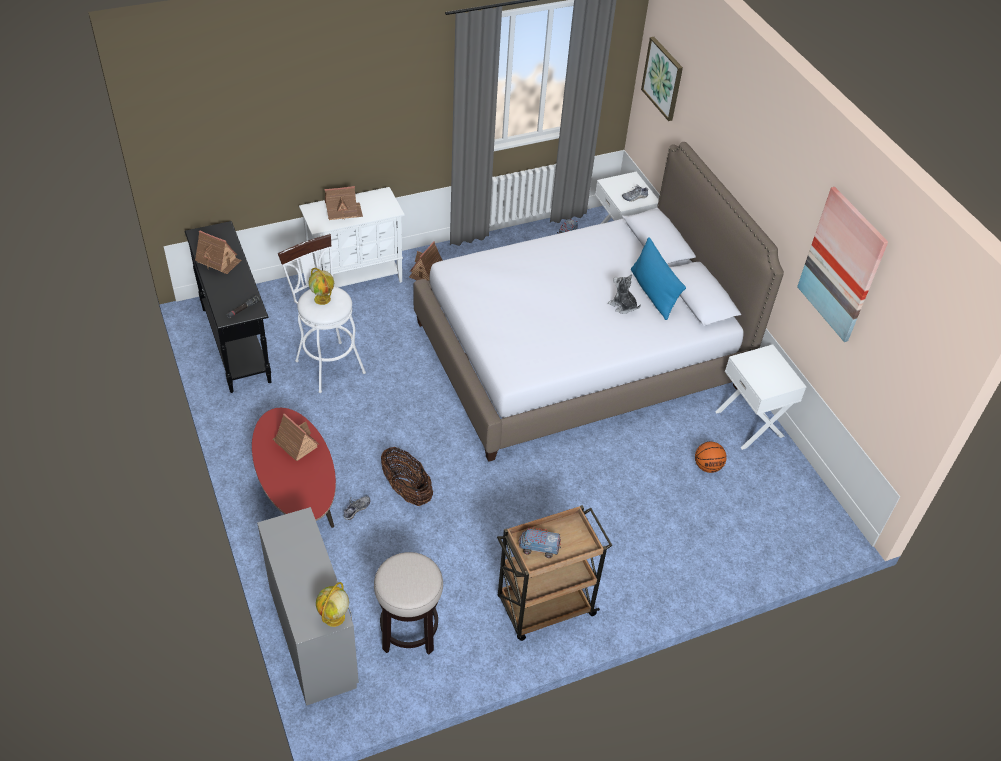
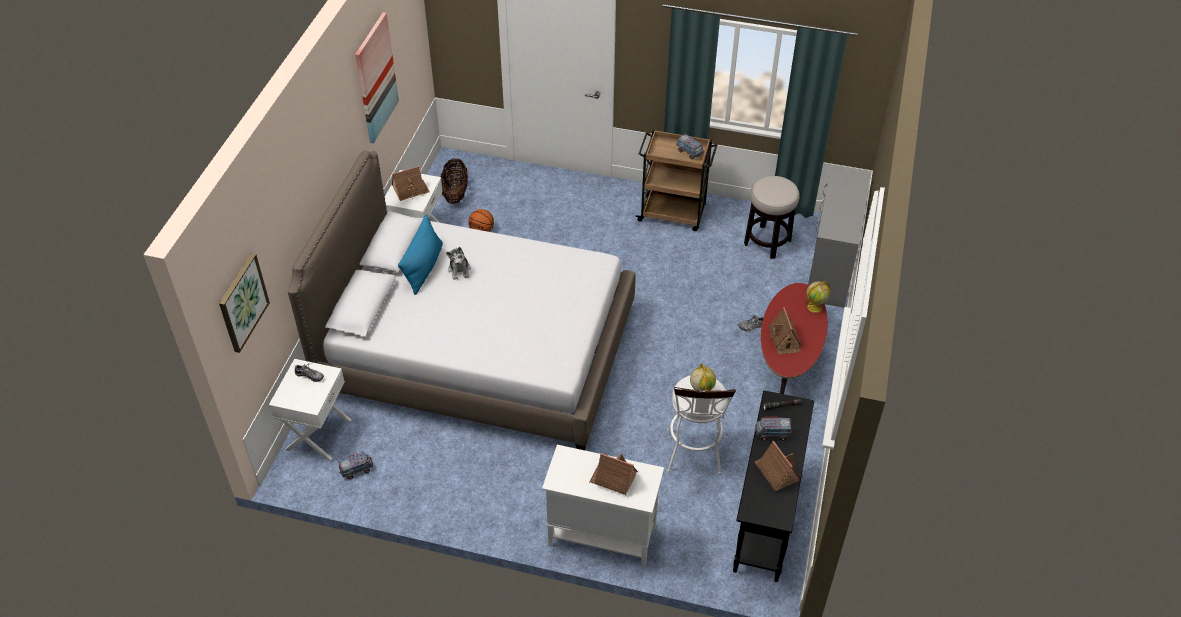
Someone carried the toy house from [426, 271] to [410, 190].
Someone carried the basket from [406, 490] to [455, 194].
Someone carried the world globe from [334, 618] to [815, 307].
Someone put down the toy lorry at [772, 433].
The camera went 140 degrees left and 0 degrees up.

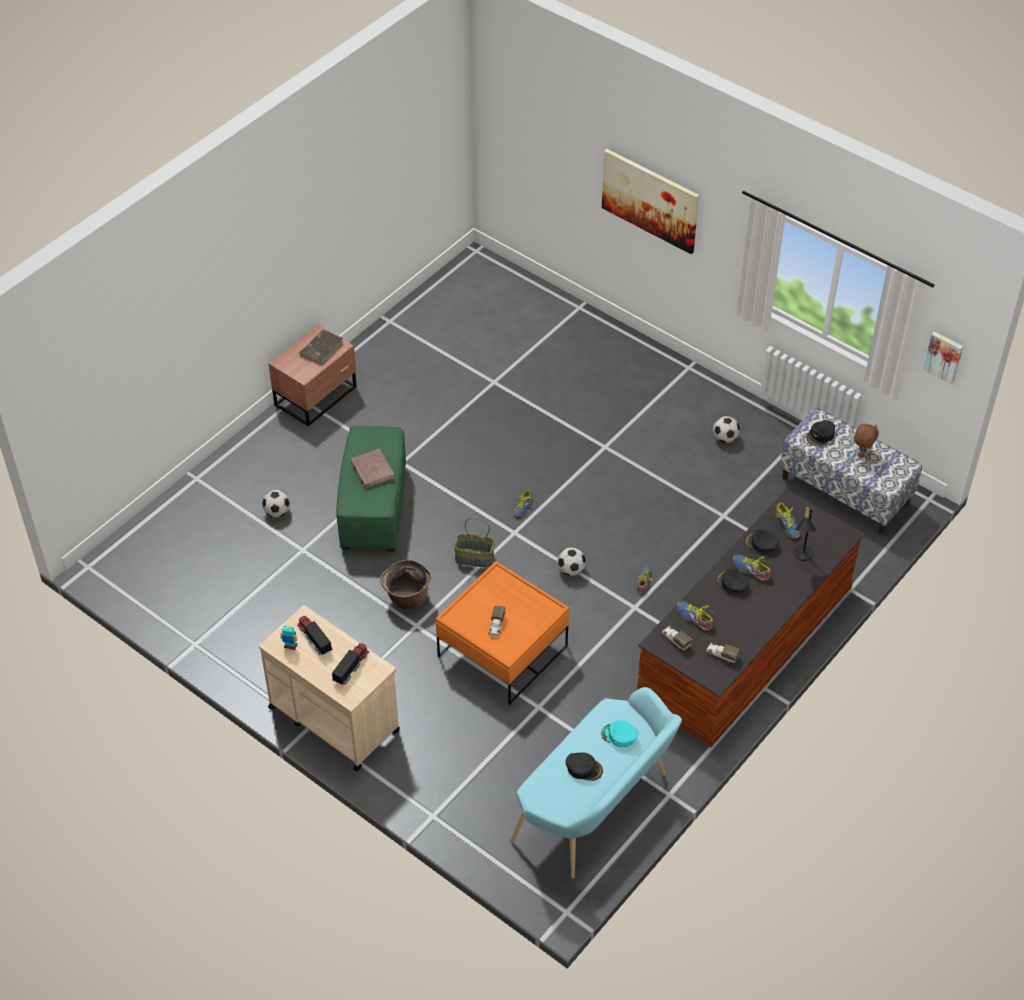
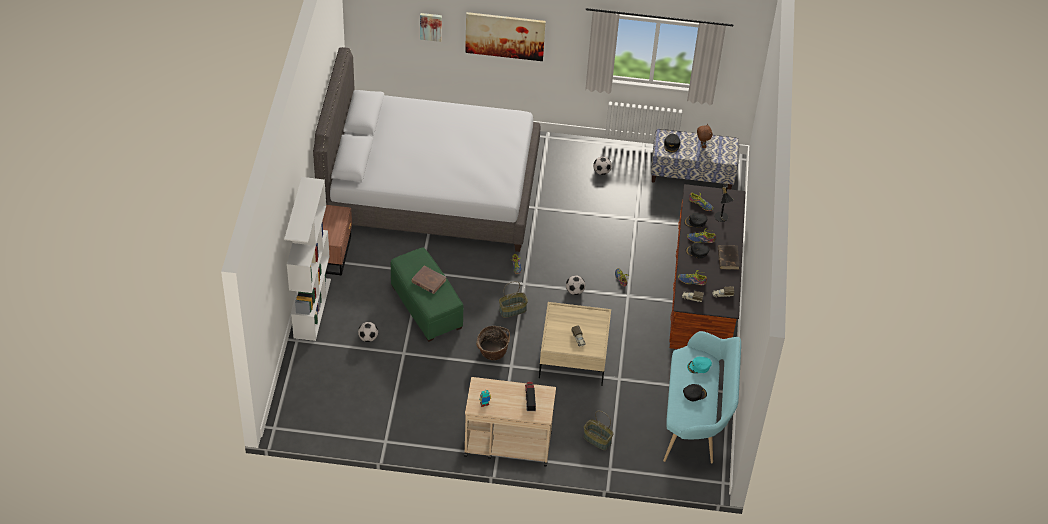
Someone carried the brownish bound book from [321, 348] to [728, 258].
Someone carried the wall picture from [944, 356] to [431, 26].
Someone repainted the orange low table at [502, 651], which became the beige-coloured low table at [573, 357].
Someone took away the toy lorry at [314, 638].
Someone put down the gray bedroom bed at [430, 189].
Someone put down the white bookshelf at [312, 308].
Someone put down the basket at [597, 439].
The camera went 35 degrees left and 0 degrees up.

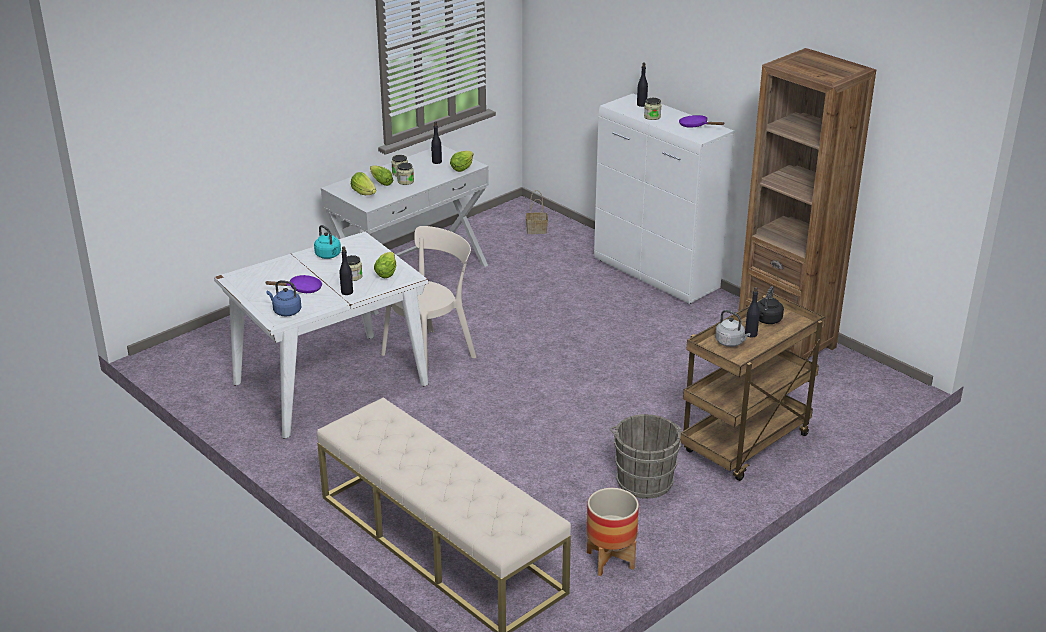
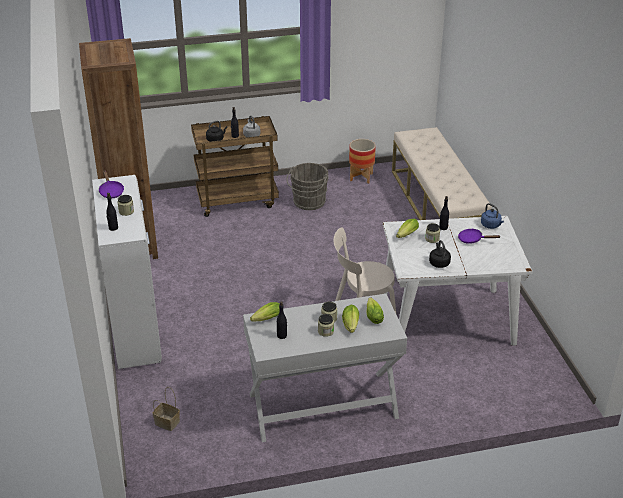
Someone repainted the blue-green tea kettle at [329, 255], which became the black-coloured tea kettle at [439, 263].
The camera went 150 degrees left and 5 degrees up.

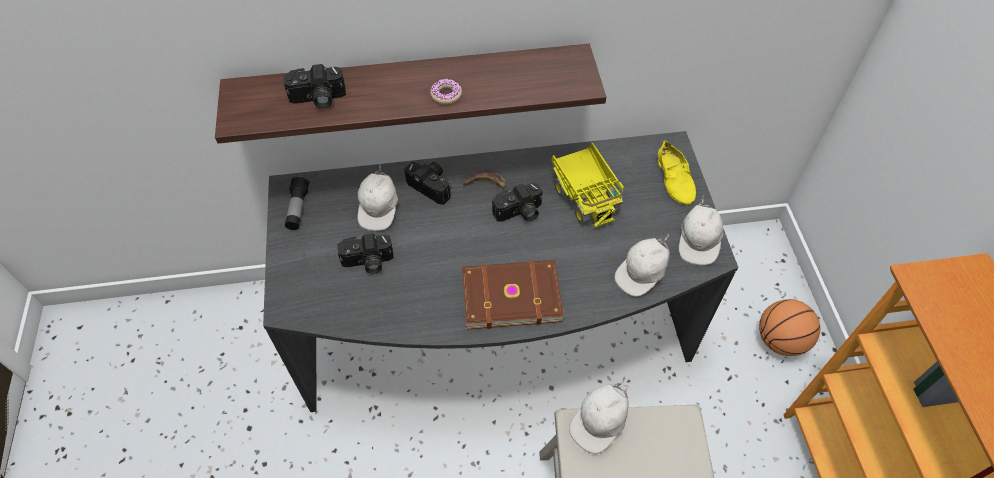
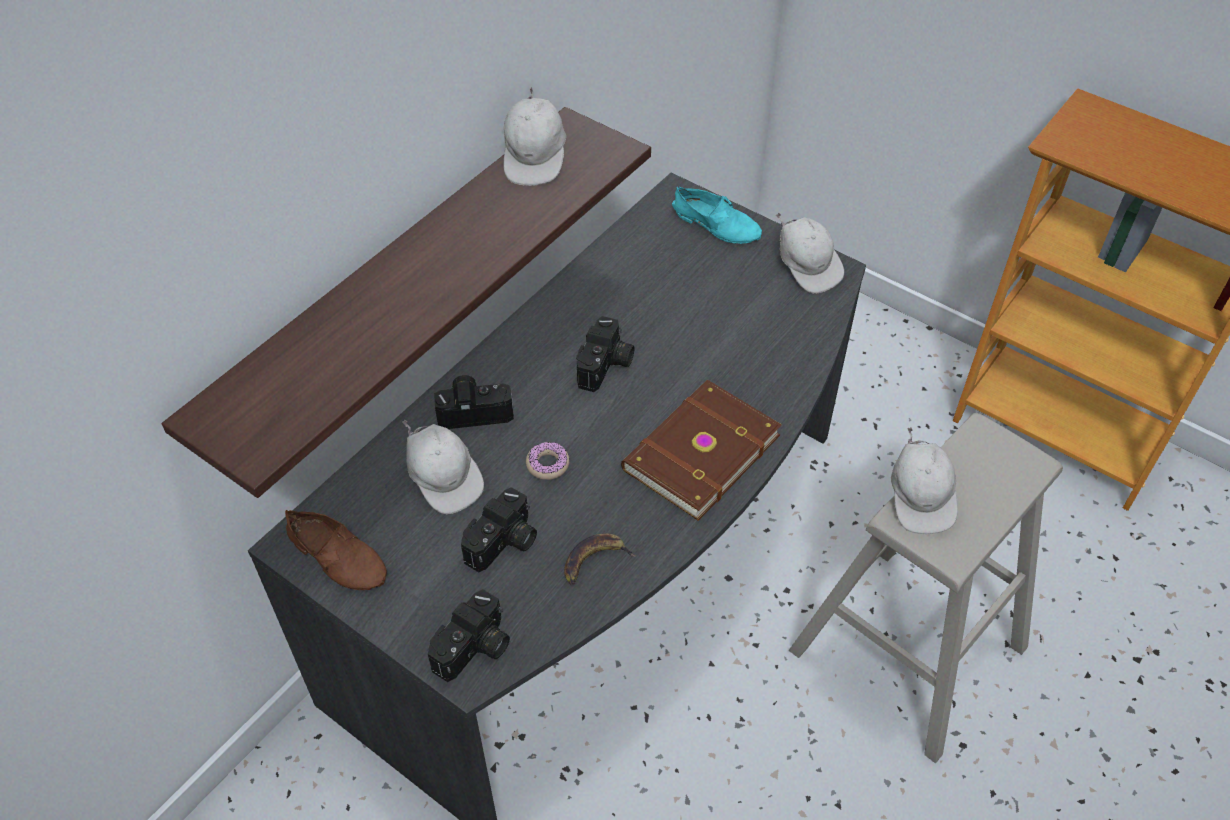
Someone carried the photo camera from [317, 99] to [475, 650].
Someone carried the donut from [446, 95] to [547, 464].
Someone repainted the yellow shoe at [675, 179], which became the blue-green shoe at [717, 224].
Someone took away the toy lorry at [585, 197].
Someone carried the banana fruit from [485, 184] to [594, 561].
Someone swapped the hand torch at [298, 208] for the brownish shoe at [339, 556].
Someone carried the white baseball cap from [642, 274] to [535, 158].
Someone took away the basketball at [780, 340].
The camera went 45 degrees left and 5 degrees down.

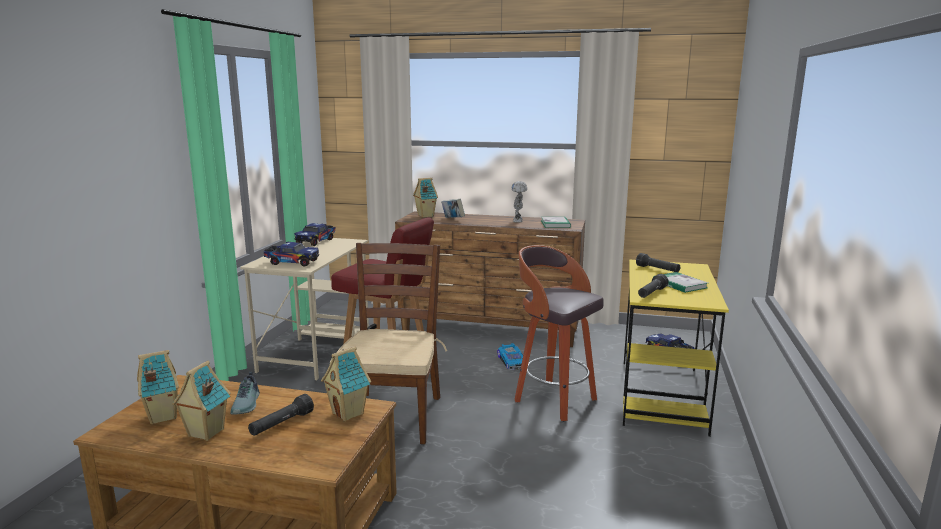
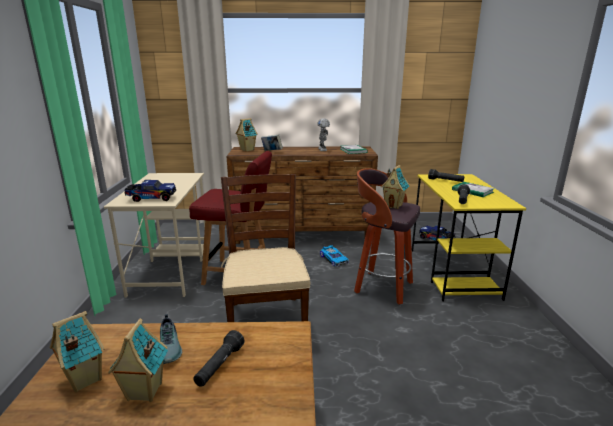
Someone took away the toy lorry at [316, 241].
Someone carried the toy house from [349, 413] to [394, 205].
The camera went 15 degrees left and 5 degrees up.

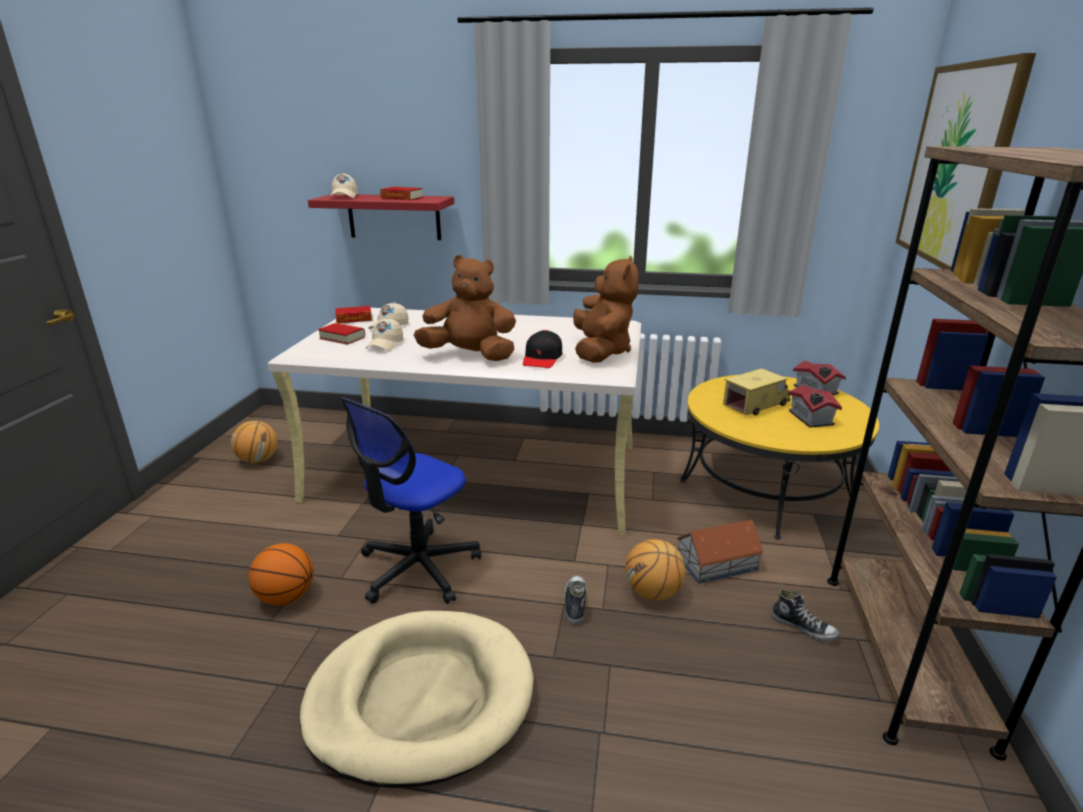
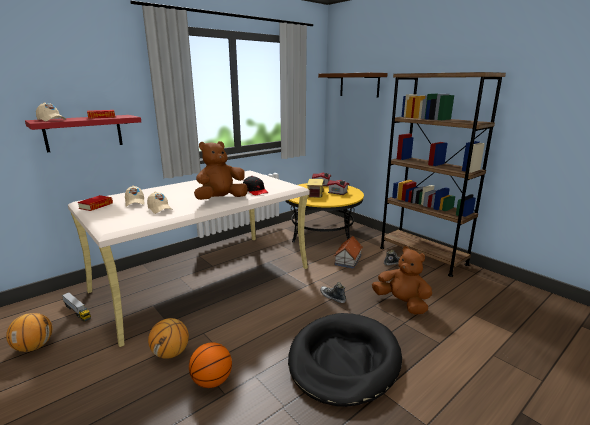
Someone swapped the wall picture at [957, 166] for the brownish wall shelf at [359, 85].
Someone carried the brownish soft toy from [601, 351] to [402, 303].
Someone took away the bound book at [342, 338].
Someone took away the desk chair at [418, 568].
Someone carried the basketball from [653, 593] to [171, 353].
Someone repainted the beige-coloured pet bed at [421, 698], which became the black-coloured pet bed at [344, 360].
Someone put down the toy lorry at [77, 311].
The camera went 50 degrees left and 5 degrees down.

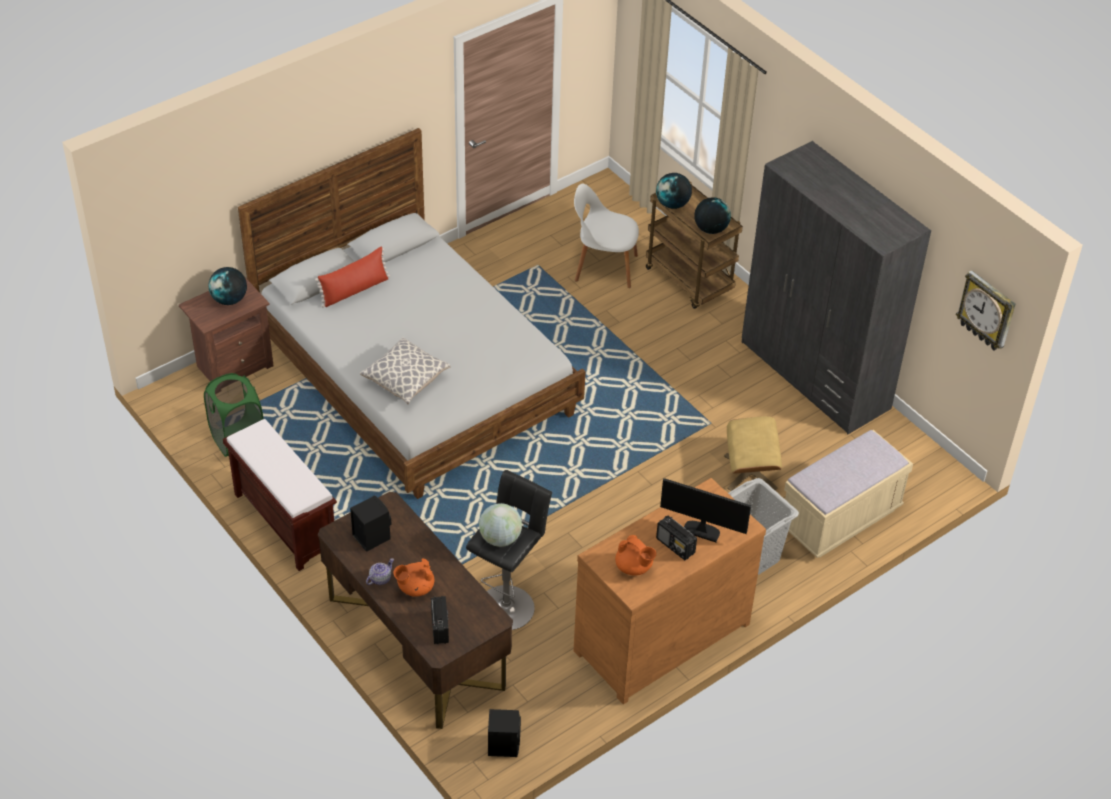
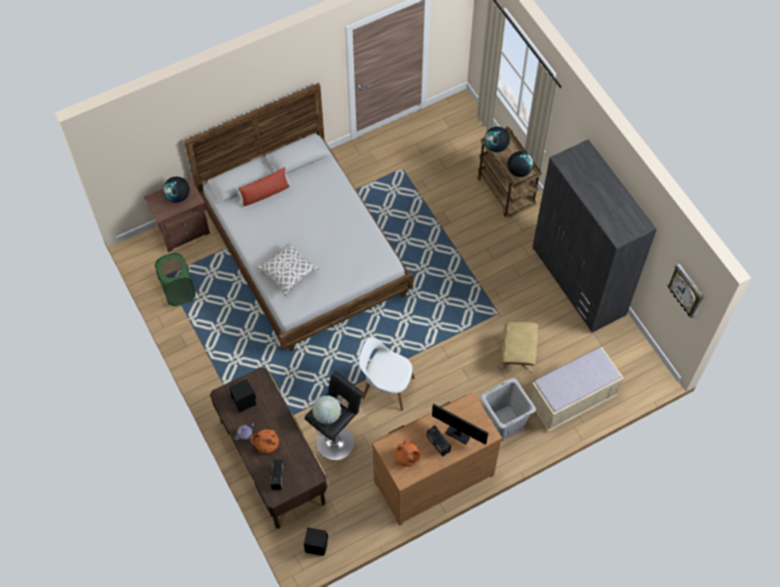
Someone carried the white chair from [604, 267] to [386, 387].
Someone took away the brownish long seat at [284, 521].
The camera went 10 degrees right and 15 degrees up.

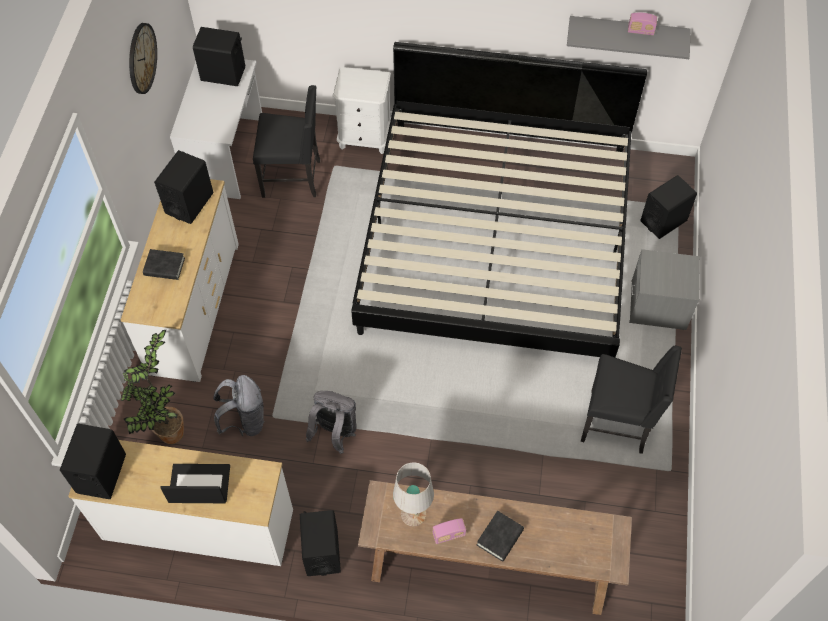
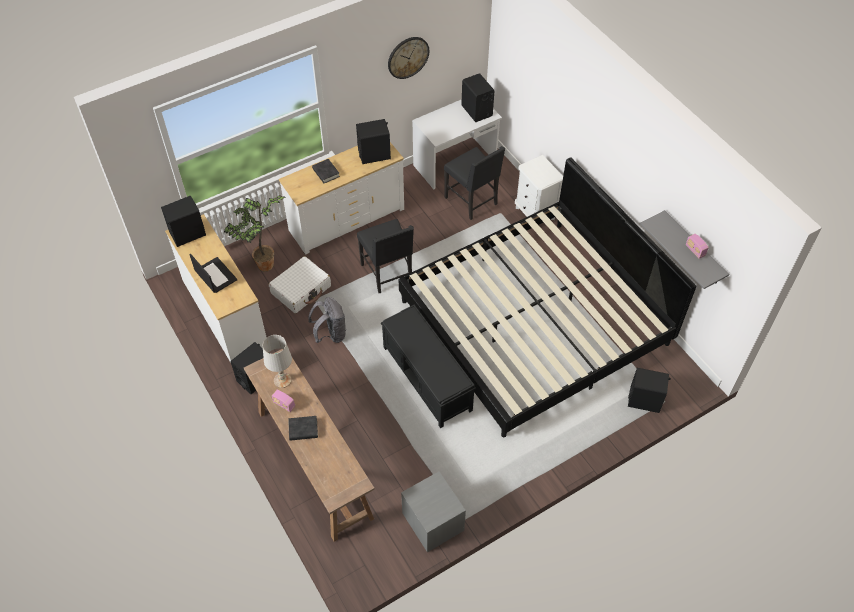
Someone carried the gray nightstand from [658, 305] to [433, 522].
Someone carried the black-coloured chair from [618, 423] to [388, 273].
Someone swapped the gray backpack at [245, 420] for the white travel case at [301, 290].
Someone put down the black-coloured long seat at [427, 379].
The camera went 50 degrees right and 5 degrees down.

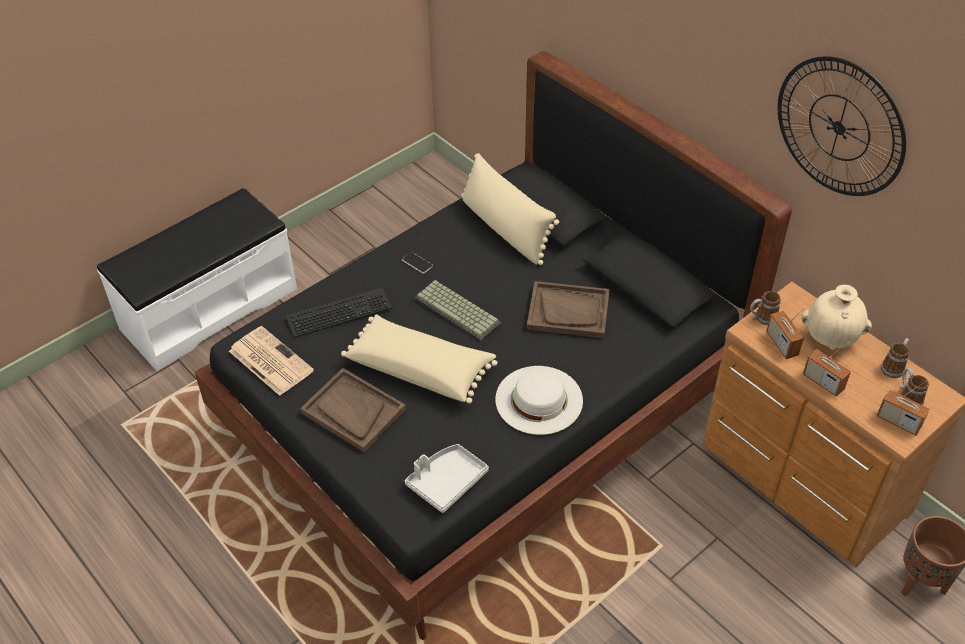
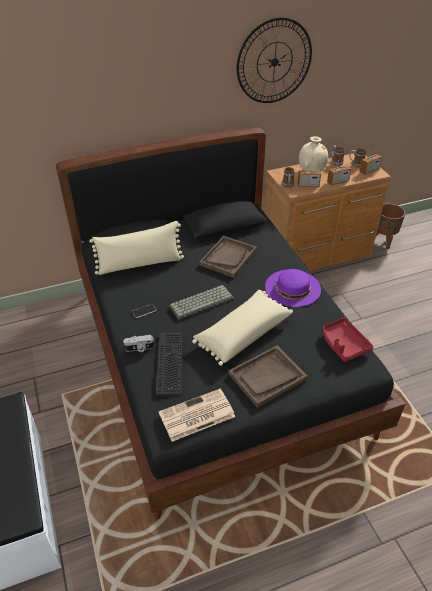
Someone repainted the white hat at [539, 399], which became the purple-coloured hat at [292, 287].
Someone repainted the gray serving tray at [446, 482], which became the reddish serving tray at [343, 344].
Someone put down the photo camera at [139, 348].
The camera went 70 degrees left and 5 degrees down.

